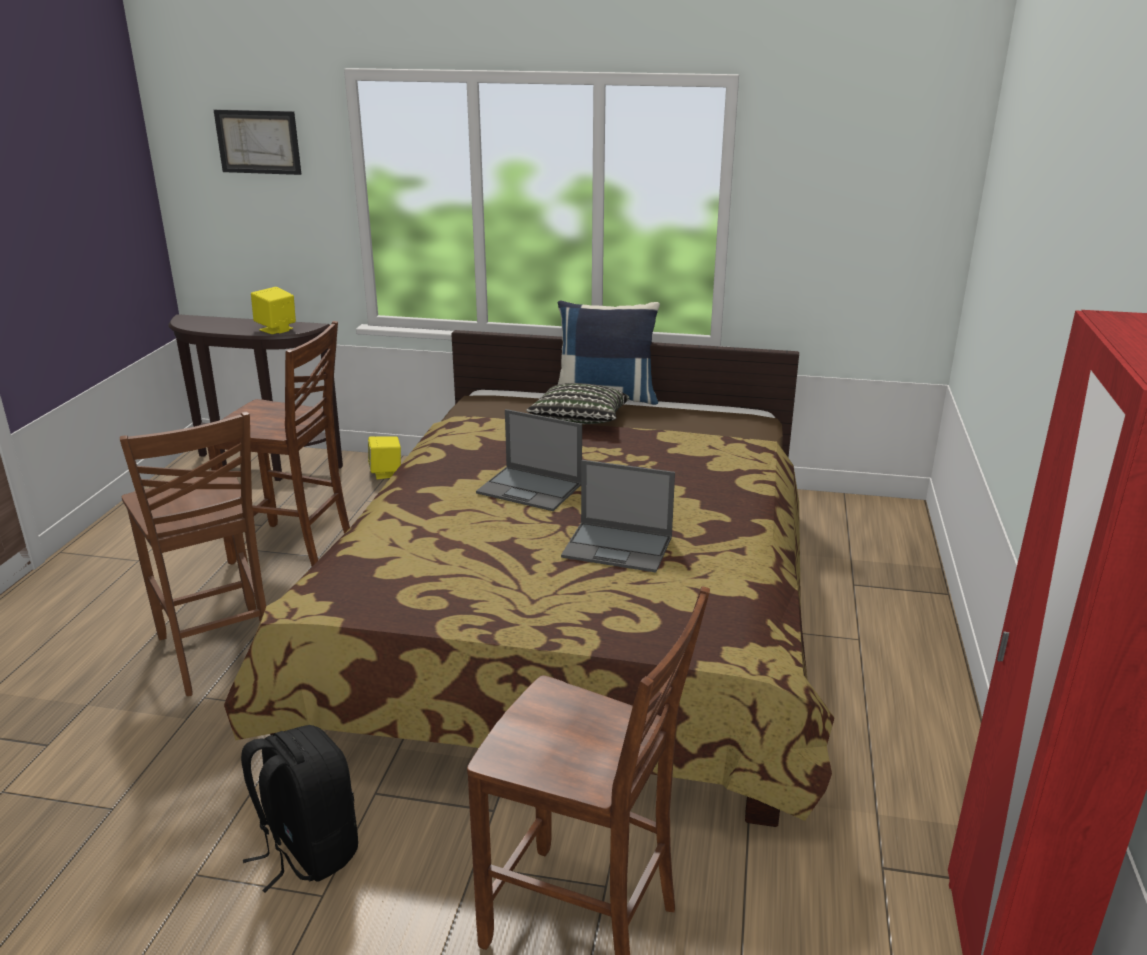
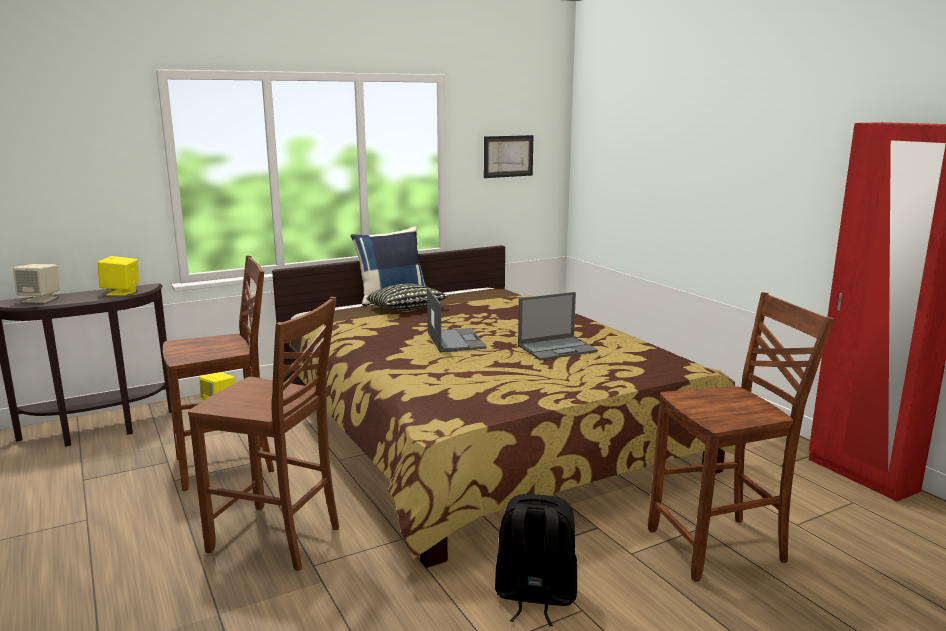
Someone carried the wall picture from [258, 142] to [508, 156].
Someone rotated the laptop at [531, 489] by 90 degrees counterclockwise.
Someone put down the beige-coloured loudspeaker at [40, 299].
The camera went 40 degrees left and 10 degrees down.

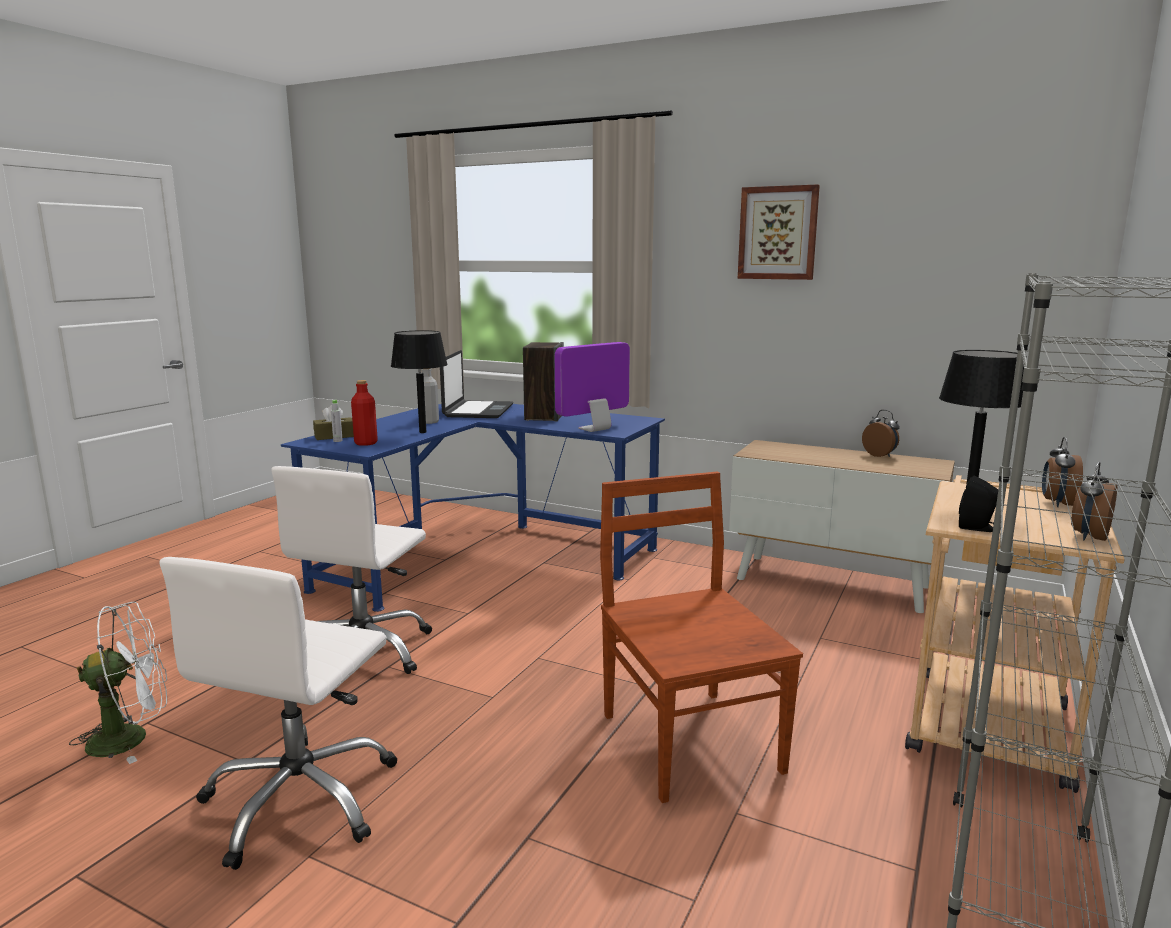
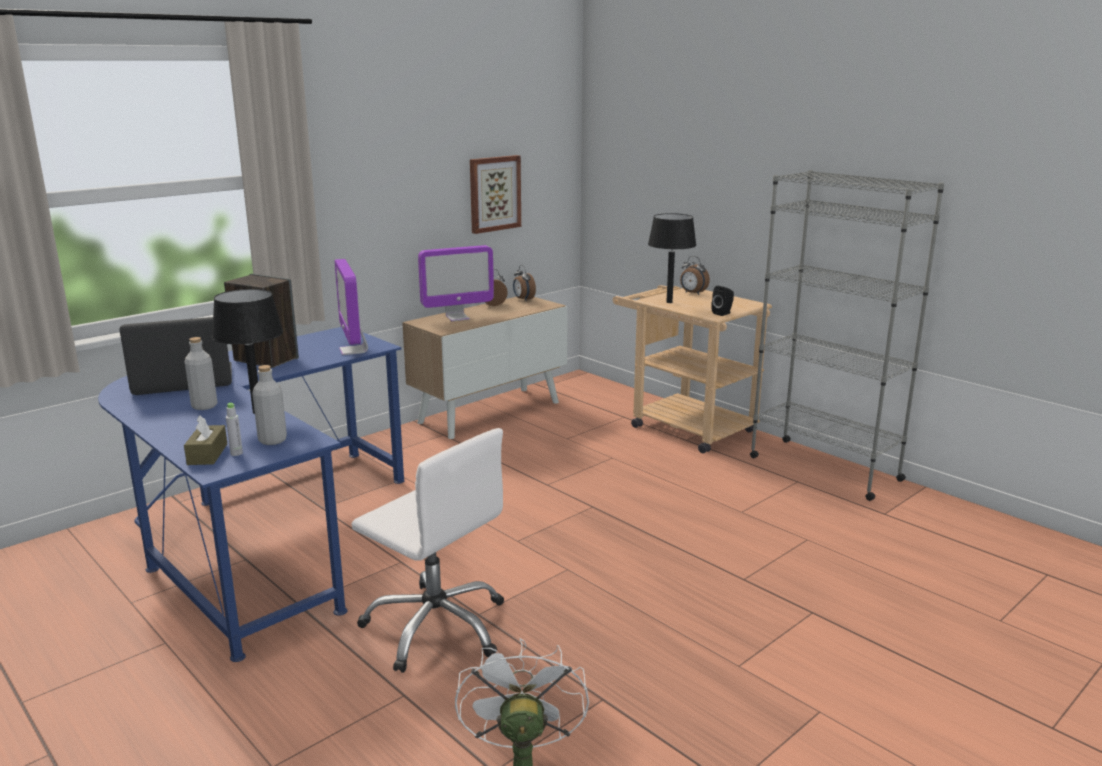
Someone carried the wall picture from [778, 233] to [494, 193].
Someone rotated the laptop at [477, 411] by 45 degrees counterclockwise.
Someone repainted the reddish beverage bottle at [366, 443], which became the gray beverage bottle at [272, 440].
Someone carried the bedside clock from [1088, 536] to [523, 299].
Someone took away the brownish chair at [688, 739].
Someone took away the white desk chair at [301, 800].
Someone put down the computer display at [457, 318].
The camera went 70 degrees left and 5 degrees up.

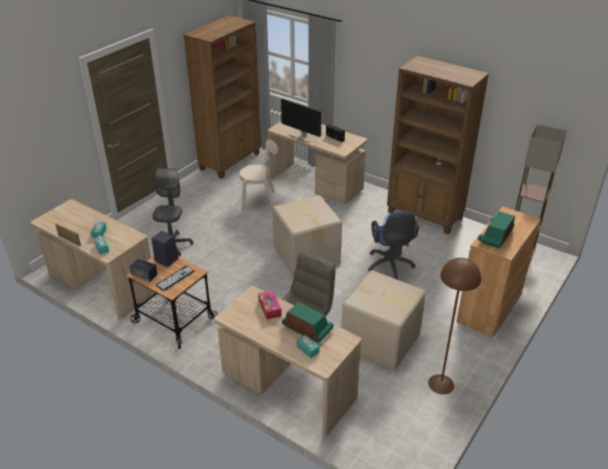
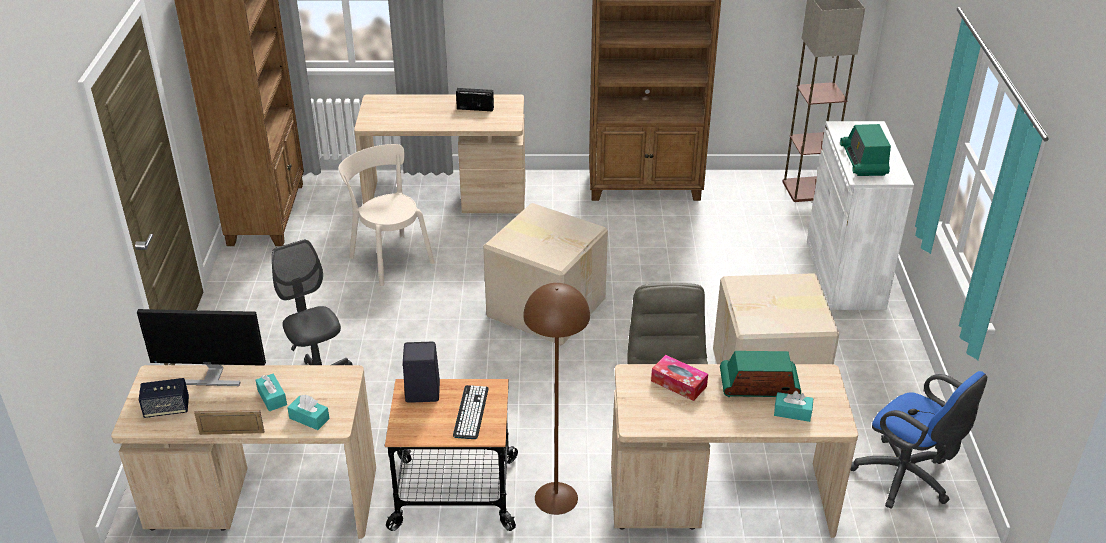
Someone carried the computer display from [301, 137] to [212, 376].
Someone rotated the beige-coloured chair at [260, 202] by 90 degrees counterclockwise.
Someone repainted the brownish cabinet at [489, 307], which became the white cabinet at [845, 274].
Someone carried the bluish desk chair from [390, 266] to [906, 479].
Someone carried the brownish standard lamp from [441, 384] to [556, 498].
Someone carried the loudspeaker from [144, 276] to [167, 409].
The camera went 35 degrees left and 0 degrees up.

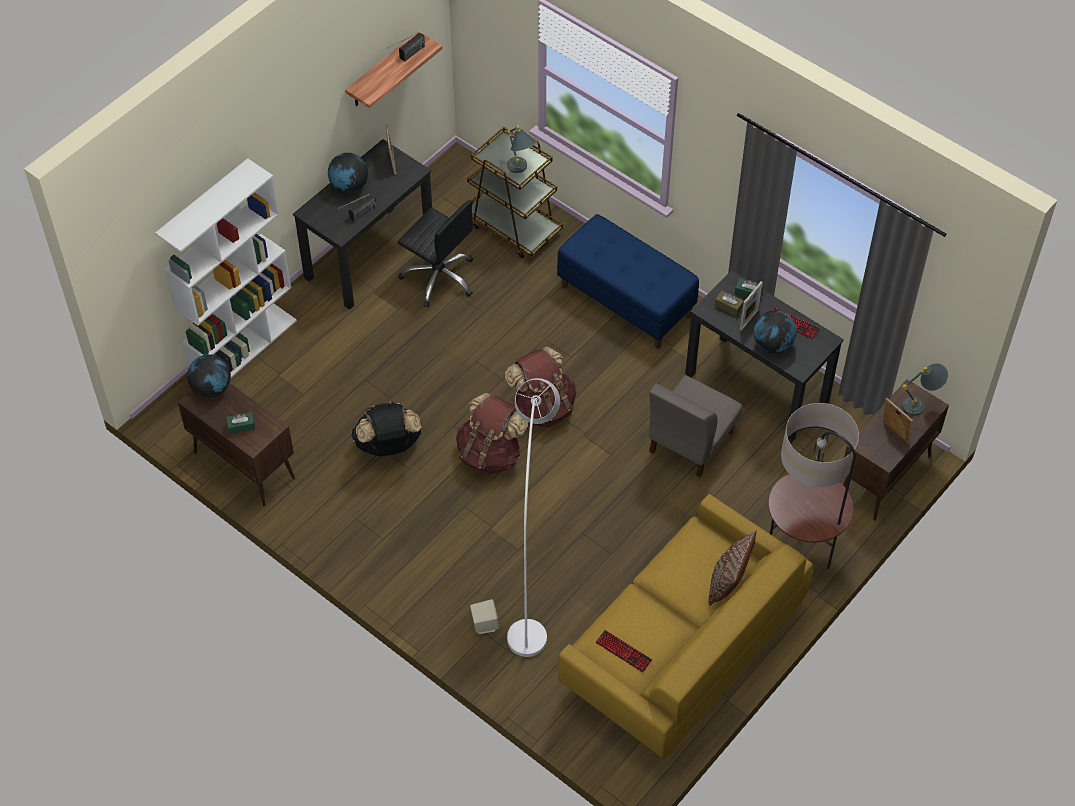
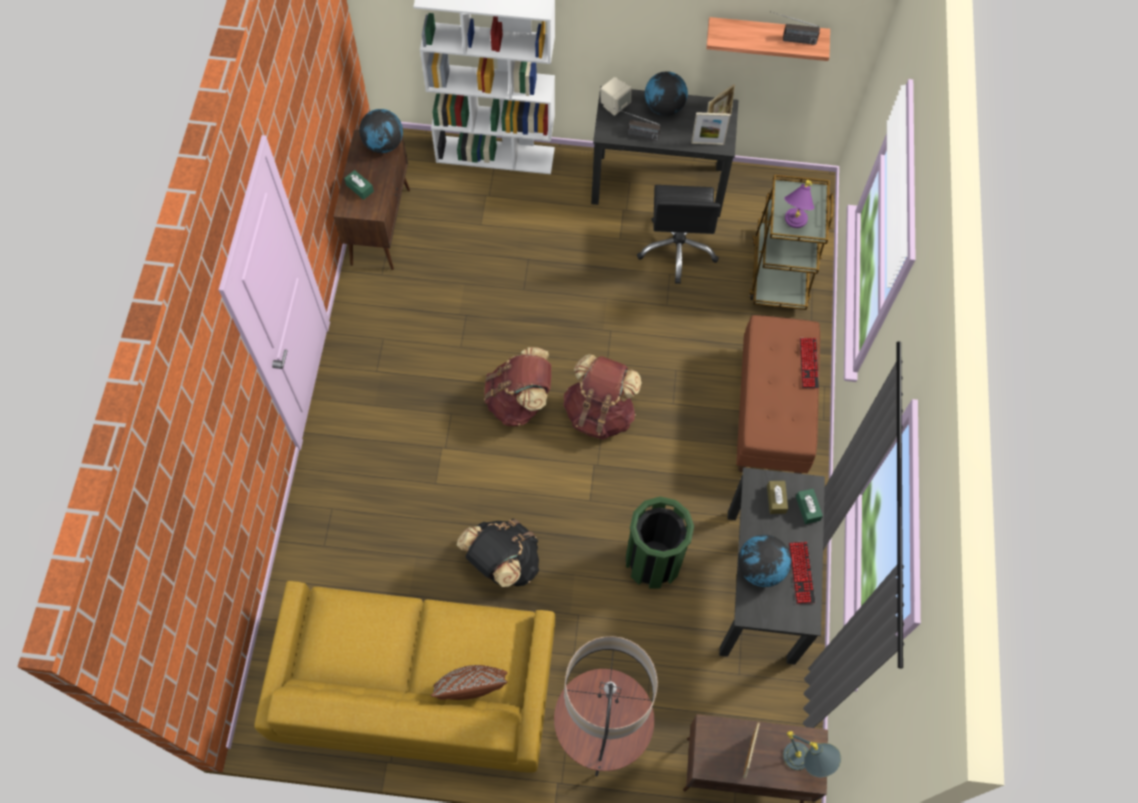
Someone repainted the gray table lamp at [520, 170], which became the purple-coloured table lamp at [792, 225].
Someone repainted the bluish long seat at [626, 301], which became the brownish long seat at [772, 412].
Someone carried the picture frame from [749, 320] to [707, 143].
Someone swapped the gray chair at [690, 442] for the green trash can at [653, 561].
Someone took away the white standard lamp at [532, 574].
Someone carried the black-coloured backpack from [388, 445] to [502, 562].
Someone carried the beige-coloured loudspeaker from [484, 624] to [614, 105].
Someone carried the keyboard from [623, 651] to [808, 363].
The camera went 55 degrees right and 10 degrees up.

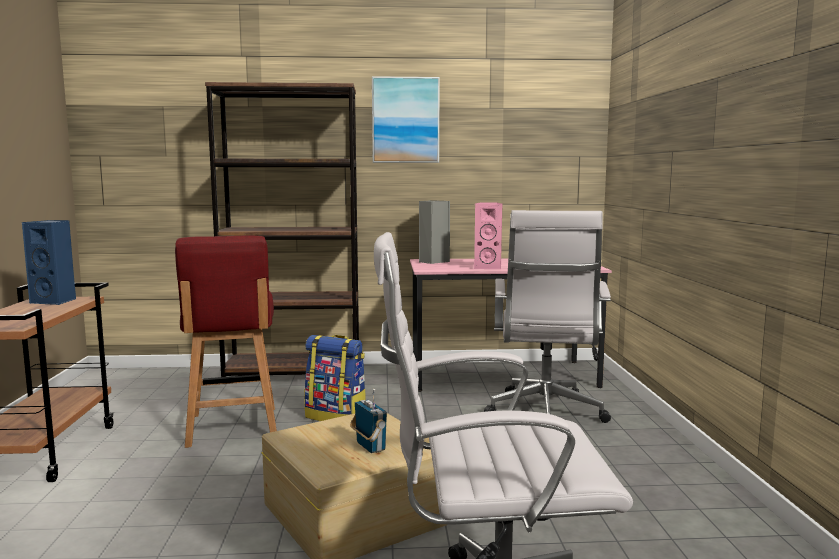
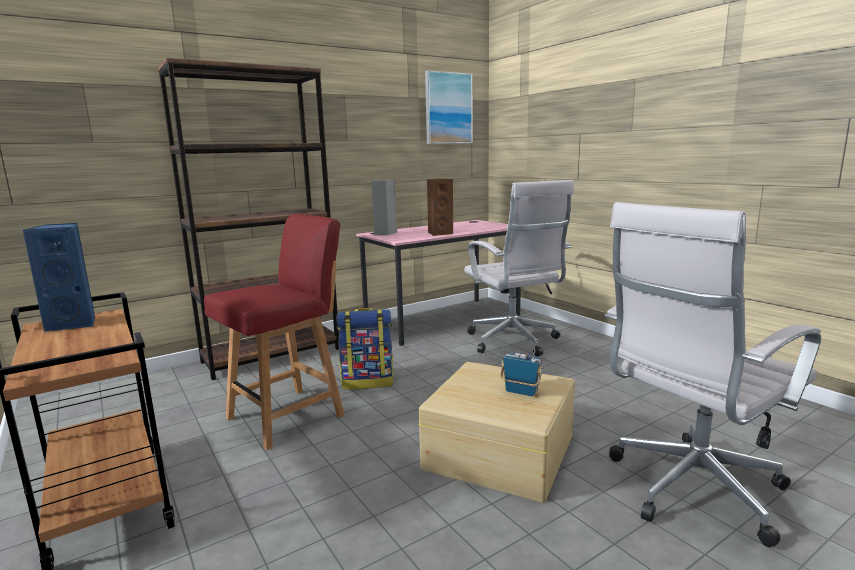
Someone carried the wall picture from [405, 120] to [448, 108].
Someone repainted the pink-coloured loudspeaker at [487, 267], which became the brownish loudspeaker at [439, 233].
Someone rotated the reddish chair at [232, 427] by 90 degrees counterclockwise.
The camera went 30 degrees left and 5 degrees up.

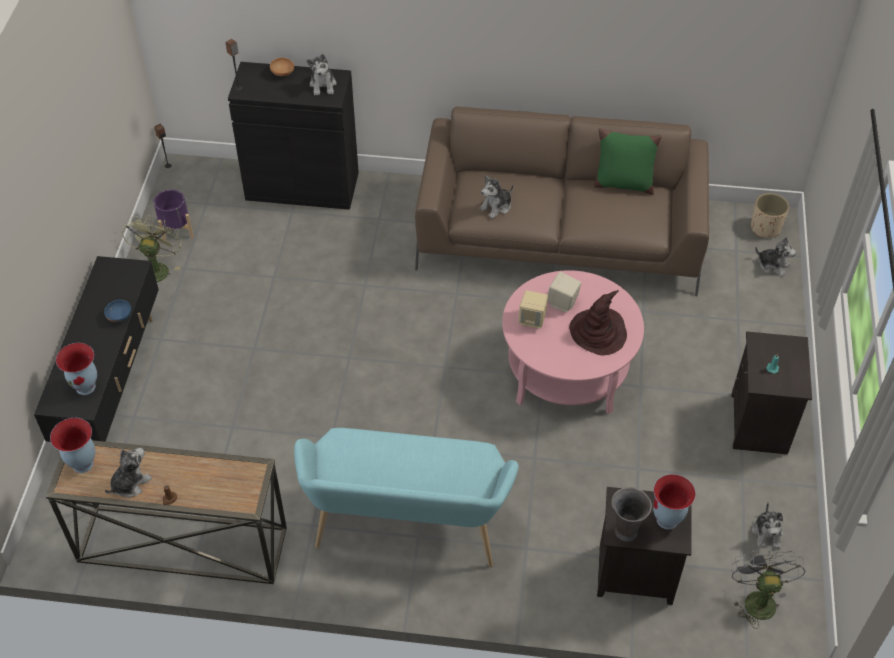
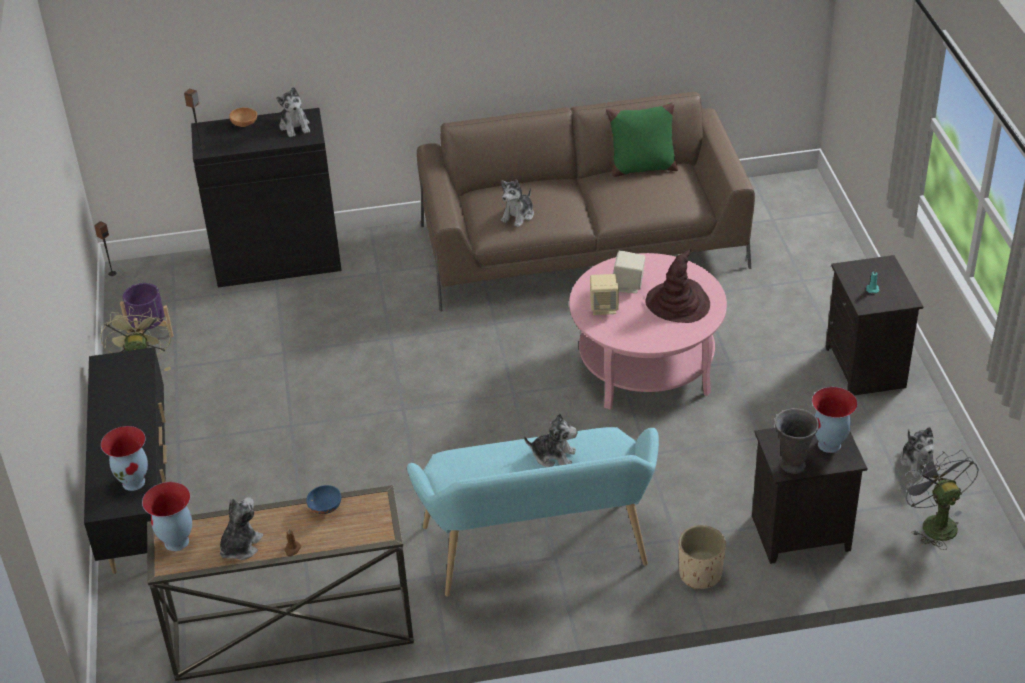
Someone carried the beige-coloured plant pot from [765, 228] to [700, 574].
Someone carried the soft toy from [772, 265] to [553, 456].
Someone carried the bluish serving bowl from [119, 316] to [324, 508].
The camera went 15 degrees left and 10 degrees down.

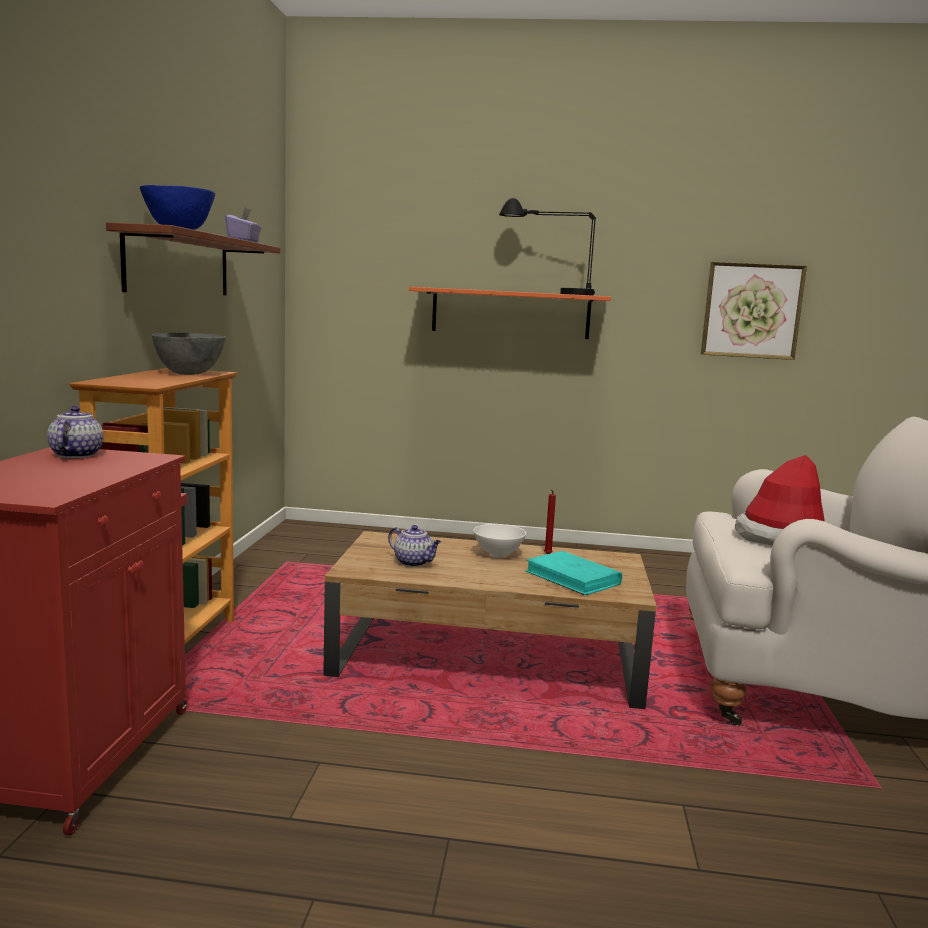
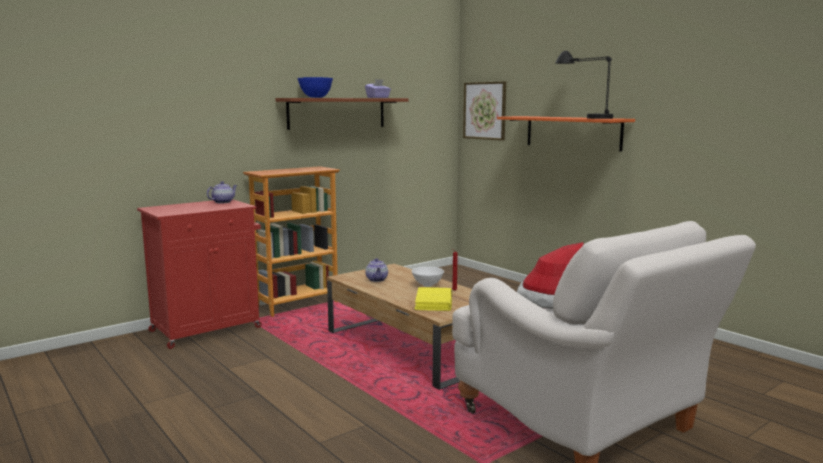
Someone carried the wall picture from [752, 311] to [485, 110].
Someone took away the gray serving bowl at [189, 374].
Someone repainted the blue-green bound book at [573, 578], which became the yellow bound book at [434, 302].
The camera went 45 degrees right and 0 degrees up.

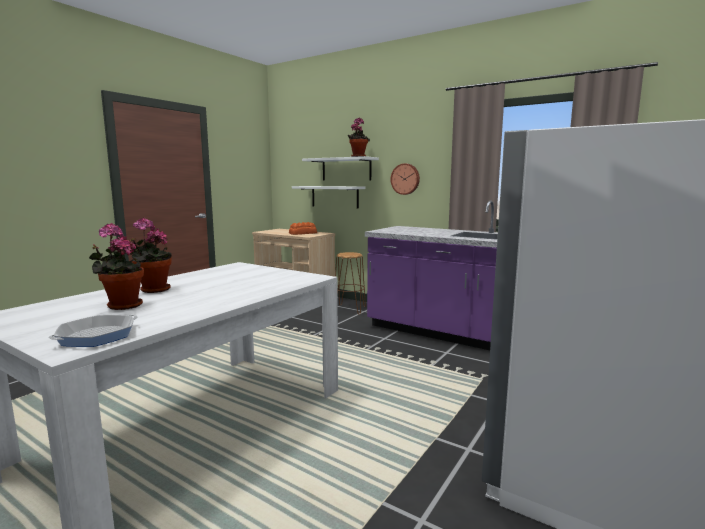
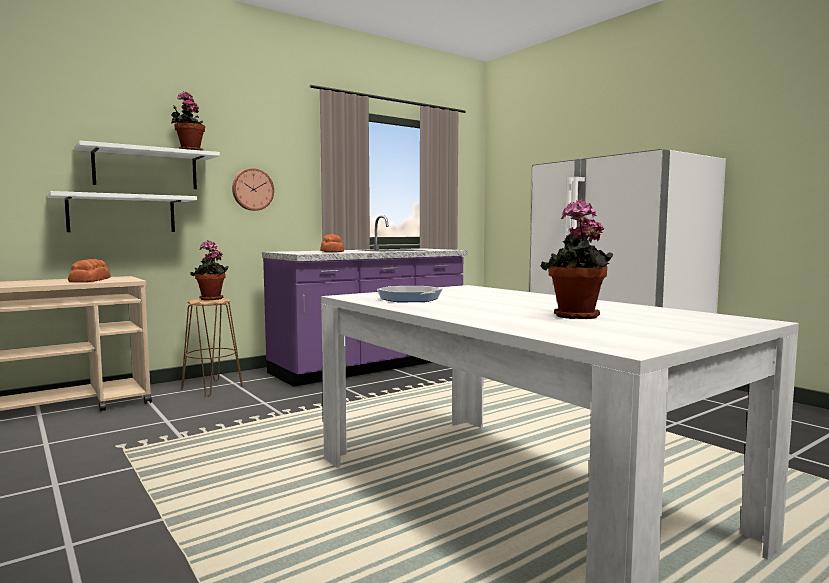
Someone carried the plant in a pot from [152, 290] to [211, 299].
Someone carried the pan from [97, 336] to [409, 299].
Someone put down the baked bread at [332, 251].
The camera went 70 degrees left and 5 degrees down.

